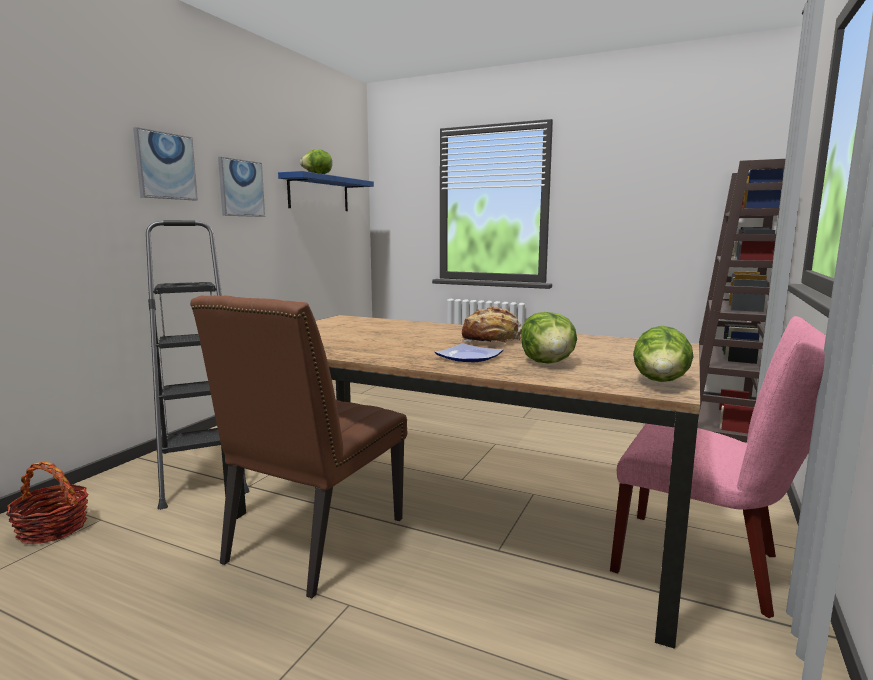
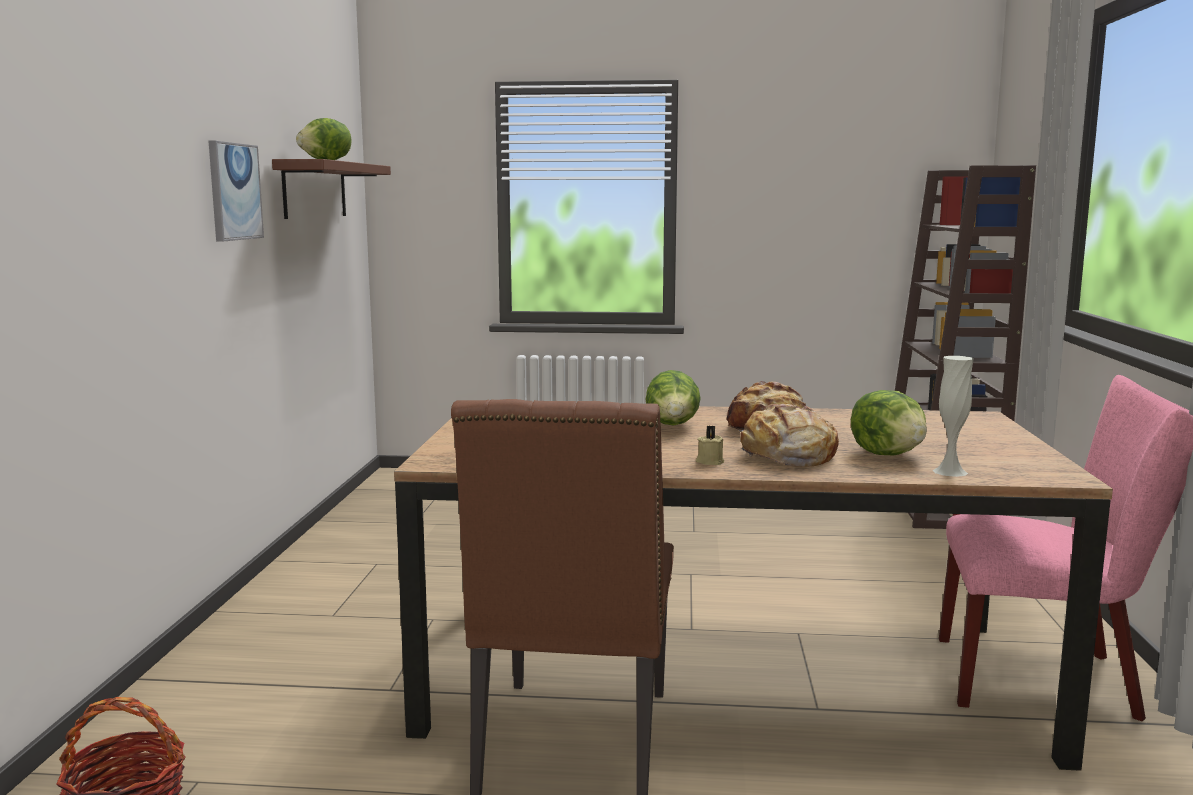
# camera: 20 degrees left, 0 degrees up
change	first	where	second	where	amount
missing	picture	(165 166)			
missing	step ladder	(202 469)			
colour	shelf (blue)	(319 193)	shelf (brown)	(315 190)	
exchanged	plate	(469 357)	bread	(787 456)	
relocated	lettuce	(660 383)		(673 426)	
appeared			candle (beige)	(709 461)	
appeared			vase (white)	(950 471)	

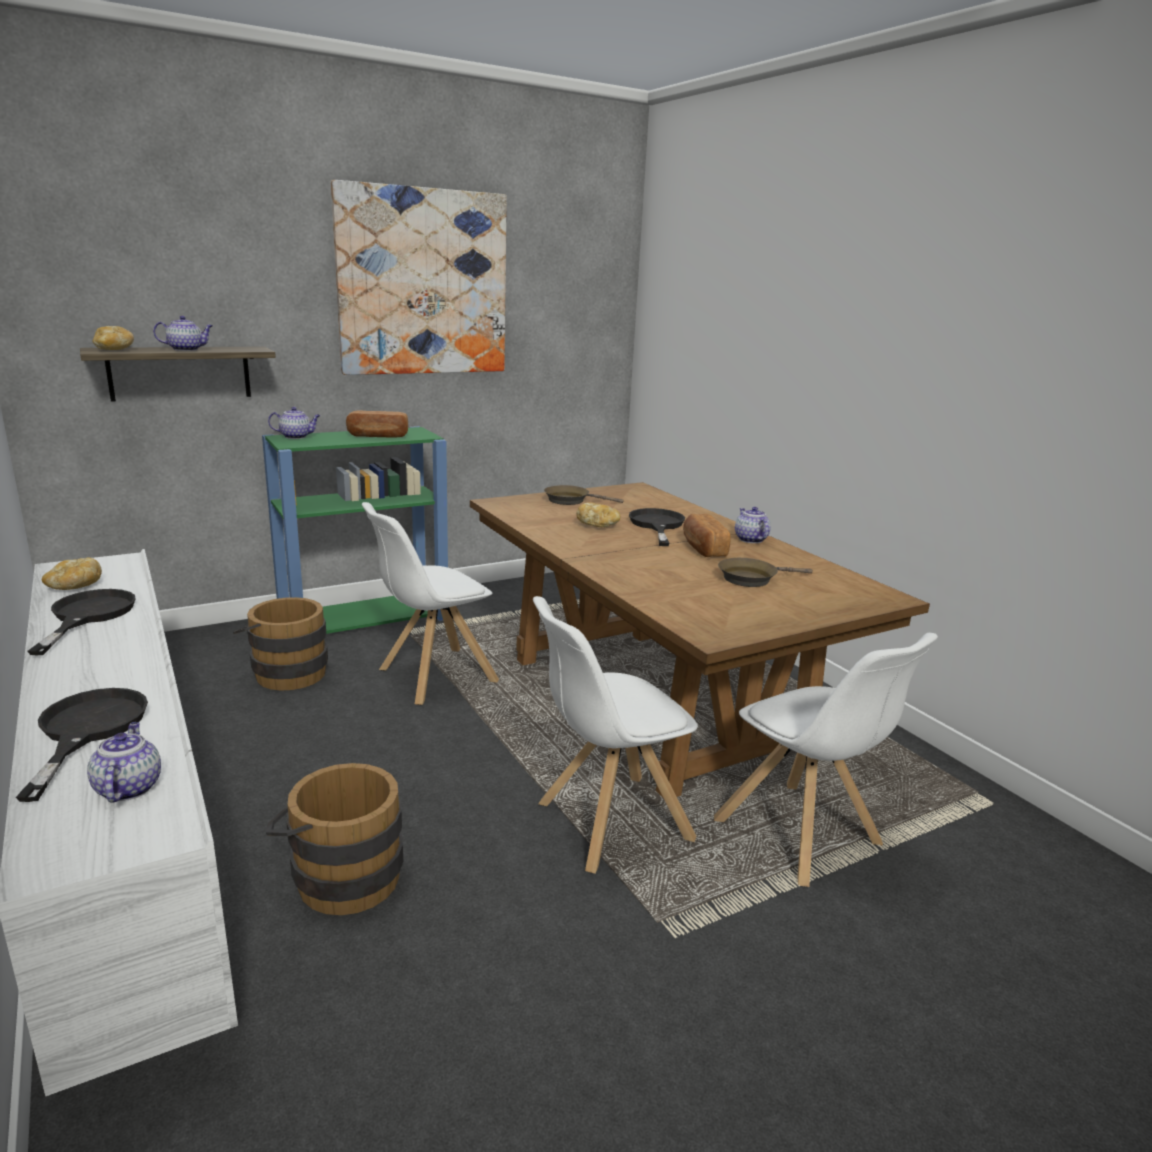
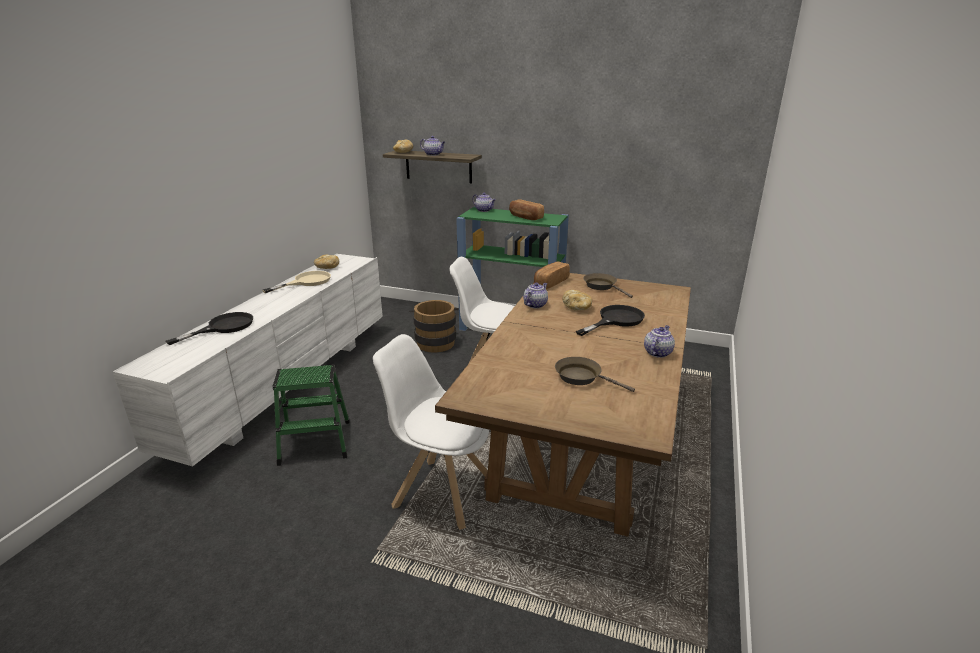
# camera: 50 degrees right, 5 degrees up
change	first	where	second	where	amount
colour	frying pan (black)	(87 616)	frying pan (beige)	(306 282)	
relocated	teapot	(128 788)		(535 305)	
exchanged	bucket (brown)	(341 875)	step ladder (green)	(315 441)	
missing	picture	(423 283)			
relocated	bread	(703 548)		(550 283)	
missing	chair (white)	(803 836)			

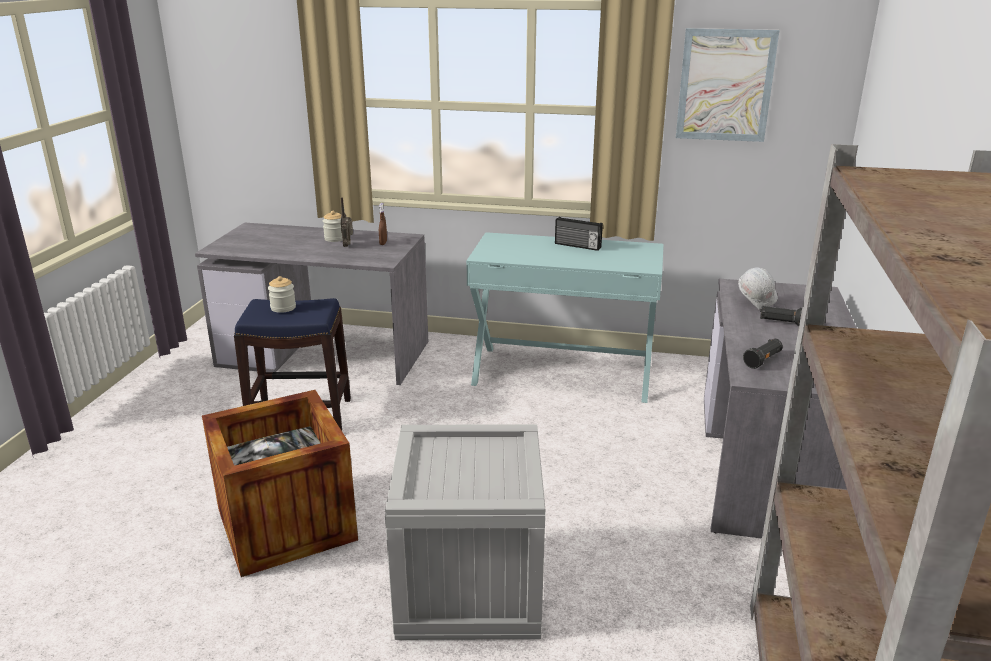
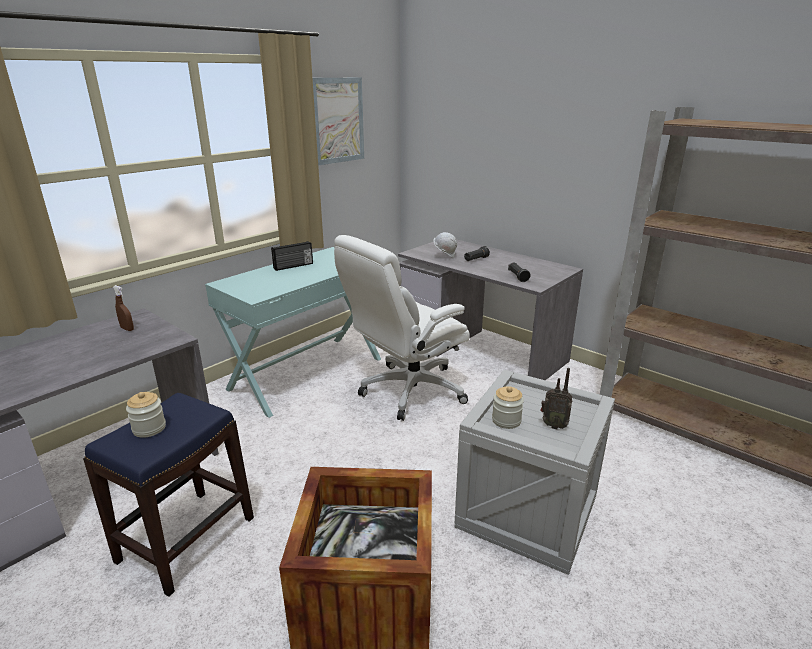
# camera: 60 degrees left, 0 degrees up
change	first	where	second	where	amount
relocated	jar	(335 238)		(506 420)	
relocated	radio	(348 245)		(553 425)	
appeared			office chair (white)	(406 392)	

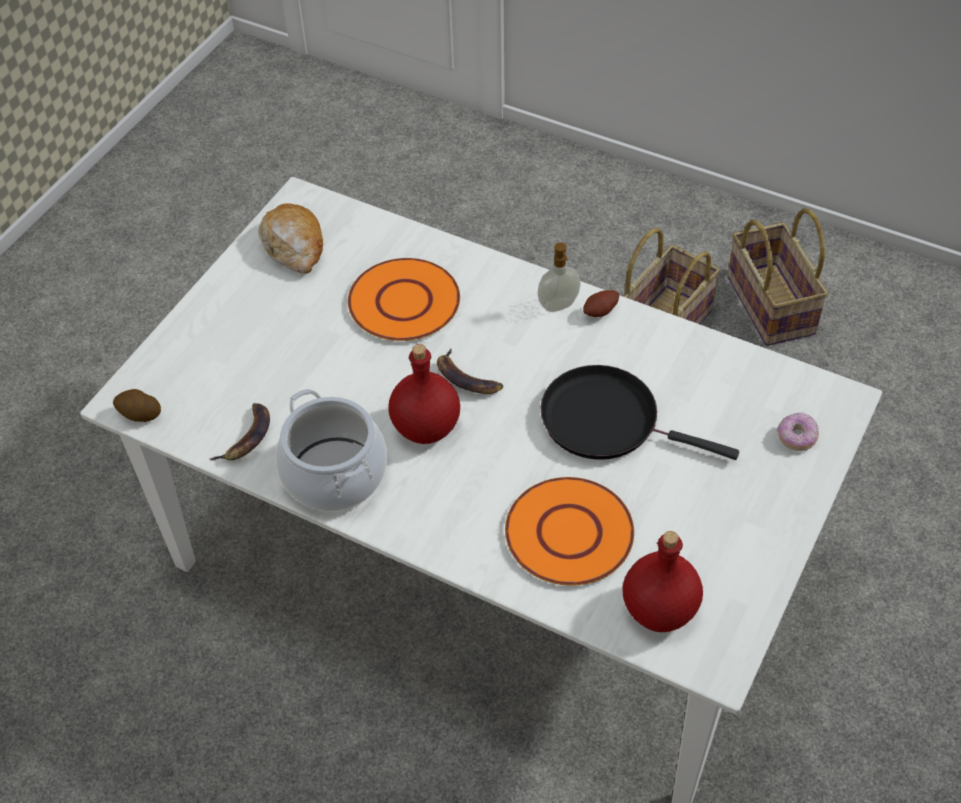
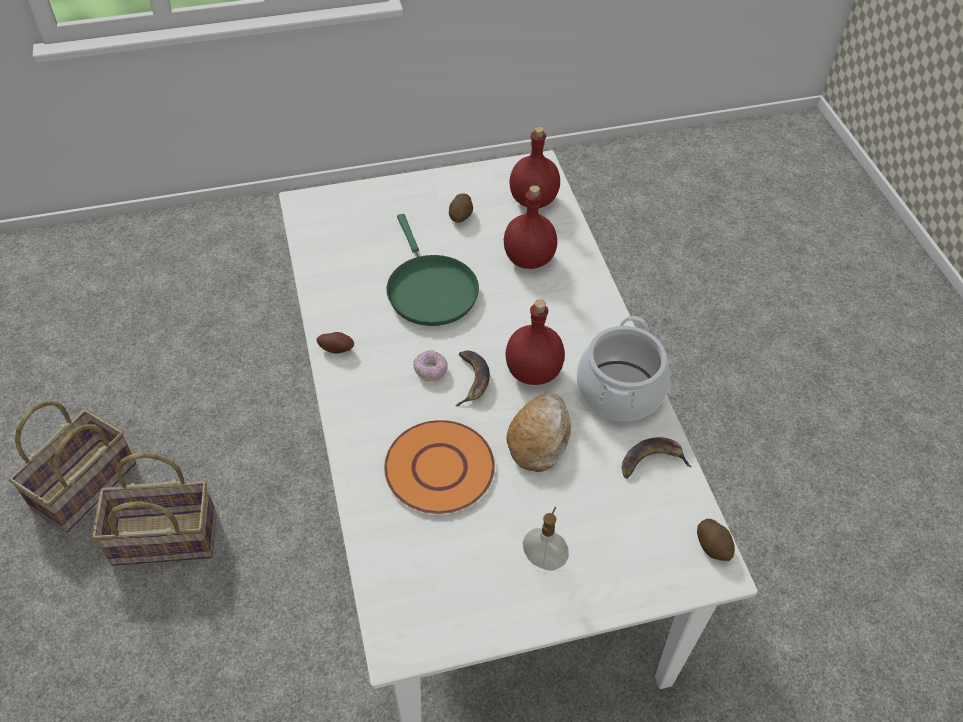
# camera: 135 degrees left, 0 degrees up
change	first	where	second	where	amount
relocated	bread	(294 247)		(539 438)	
exchanged	plate (orange)	(568 533)	bottle (red)	(530 259)	
relocated	soap dispenser	(559 306)		(544 560)	
colour	frying pan (black)	(607 420)	frying pan (green)	(430 290)	
relocated	donut	(796 437)		(431 371)	
appeared			potato	(461 216)	

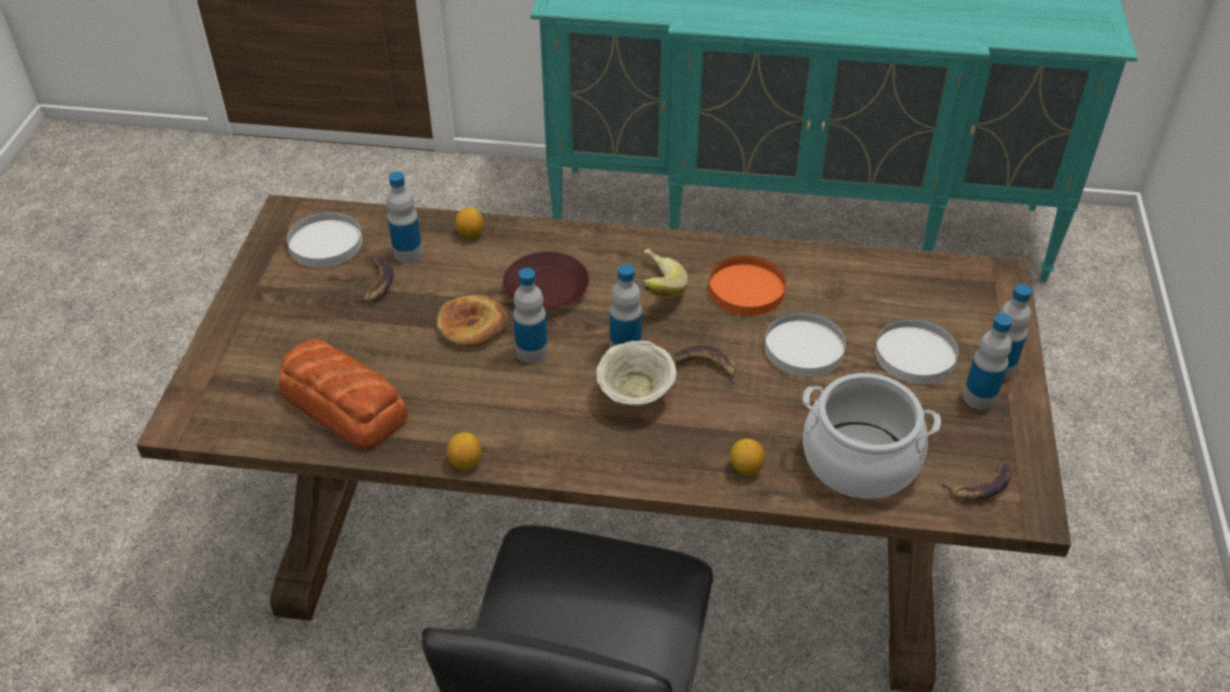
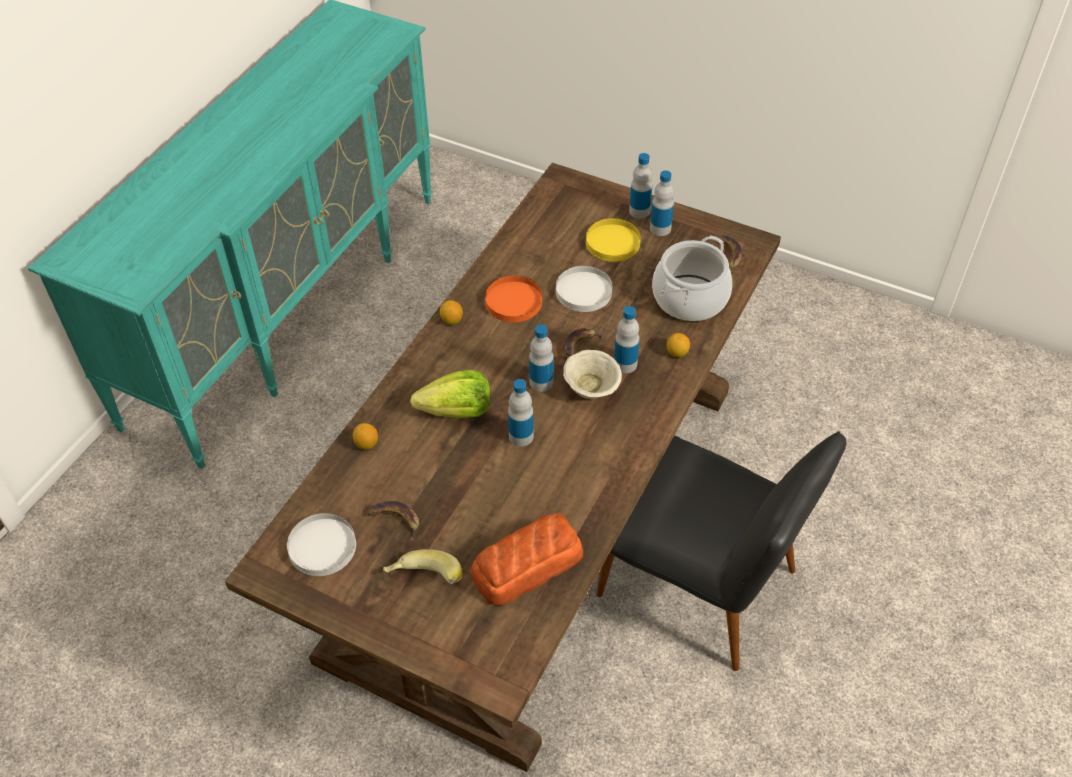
# camera: 70 degrees left, 5 degrees up
change	first	where	second	where	amount
relocated	bottle	(408 253)		(625 364)	
missing	bread	(472 325)			
relocated	lemon	(465 462)		(451 320)	
exchanged	plate (brown)	(546 289)	lettuce	(457 411)	
relocated	banana	(654 289)		(424 582)	
colour	plate (white)	(915 355)	plate (yellow)	(613 243)	

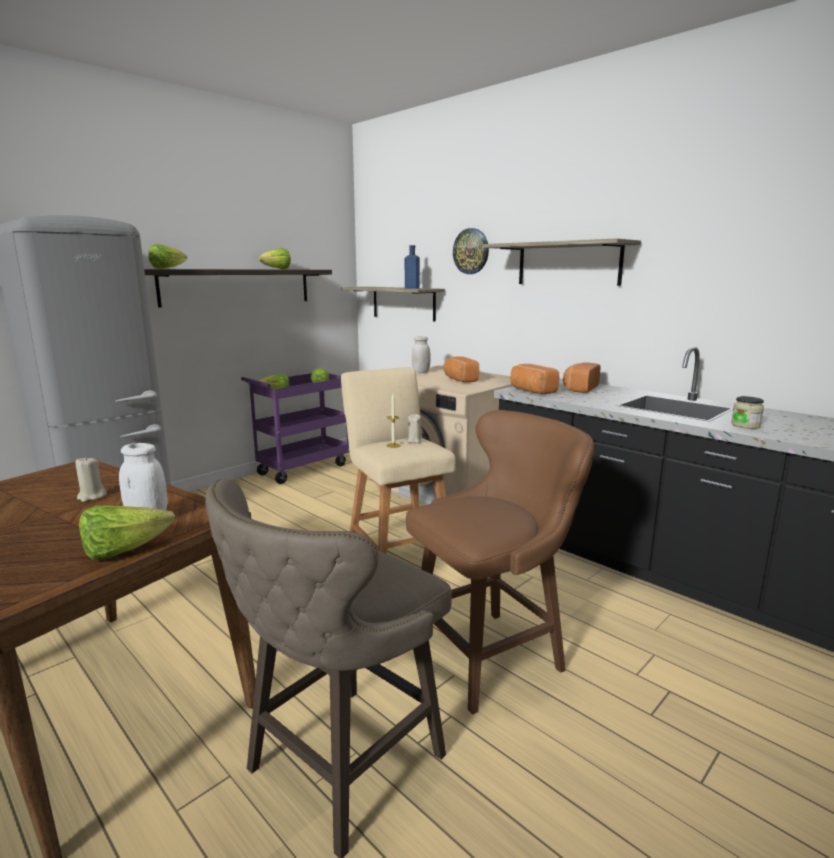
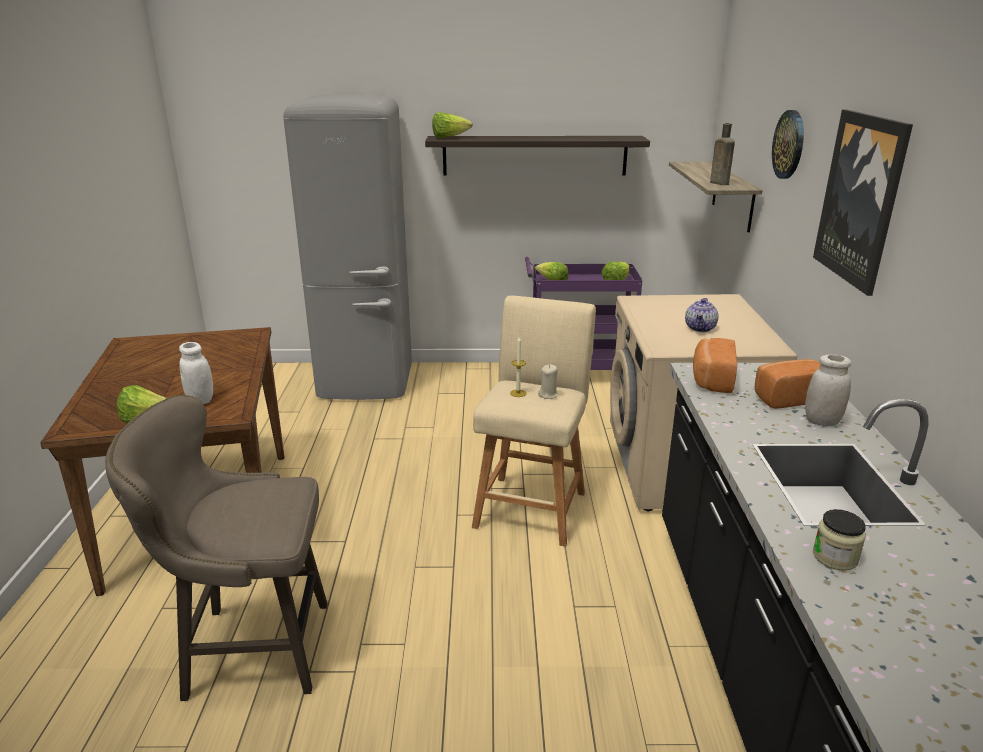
# camera: 45 degrees right, 10 degrees up
change	first	where	second	where	amount
missing	candle (beige)	(92 496)			
missing	lettuce	(276 269)			
colour	bottle (blue)	(411 288)	bottle (brown)	(718 183)	
missing	stool (brown)	(492 655)			
relocated	jar (white)	(421 372)		(822 421)	
exchanged	bread	(459 379)	teapot	(700 328)	
exchanged	shelf	(568 264)	picture	(861 199)	

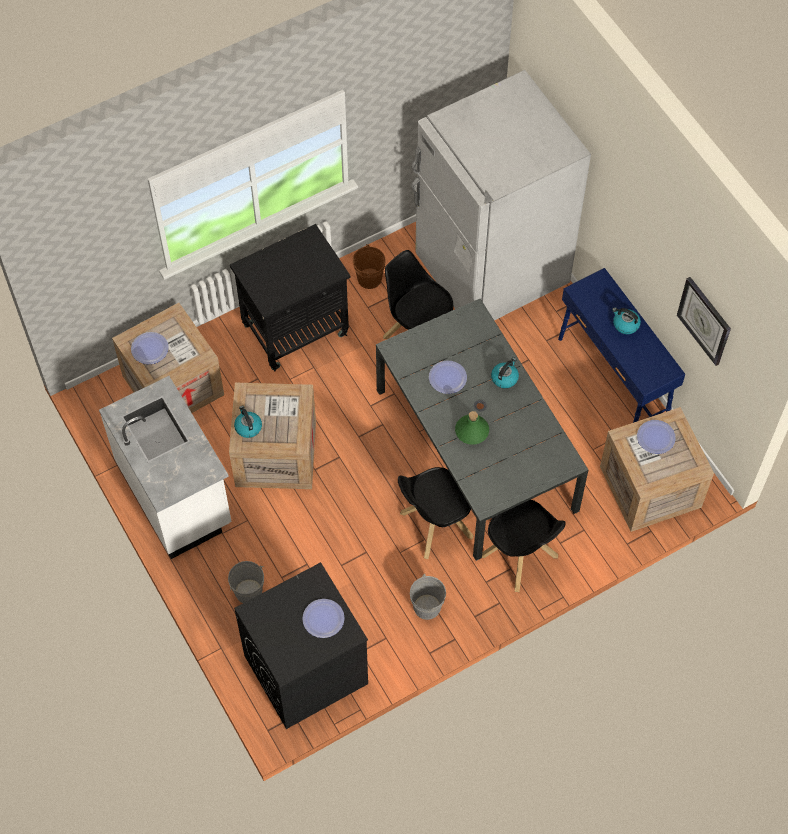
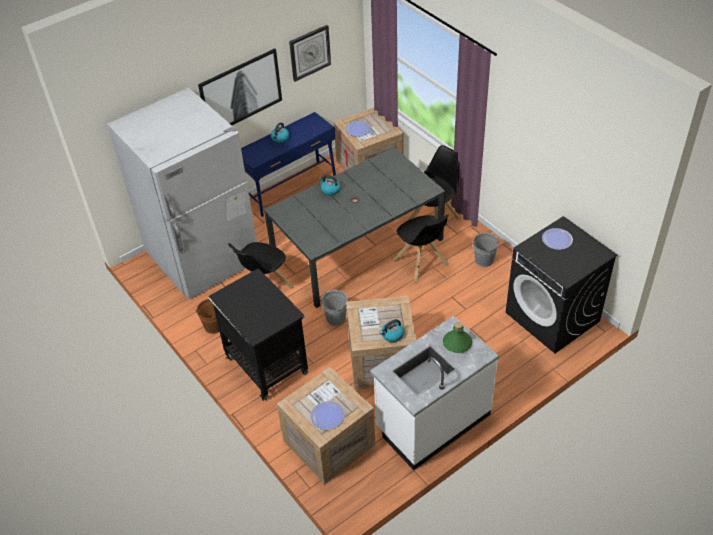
# camera: 95 degrees left, 15 degrees down
change	first	where	second	where	amount
relocated	bucket (grey)	(248 592)		(336 318)	
missing	plate	(447 378)			
relocated	bottle (green)	(471 431)		(457 343)	
appeared			picture	(240 91)	

